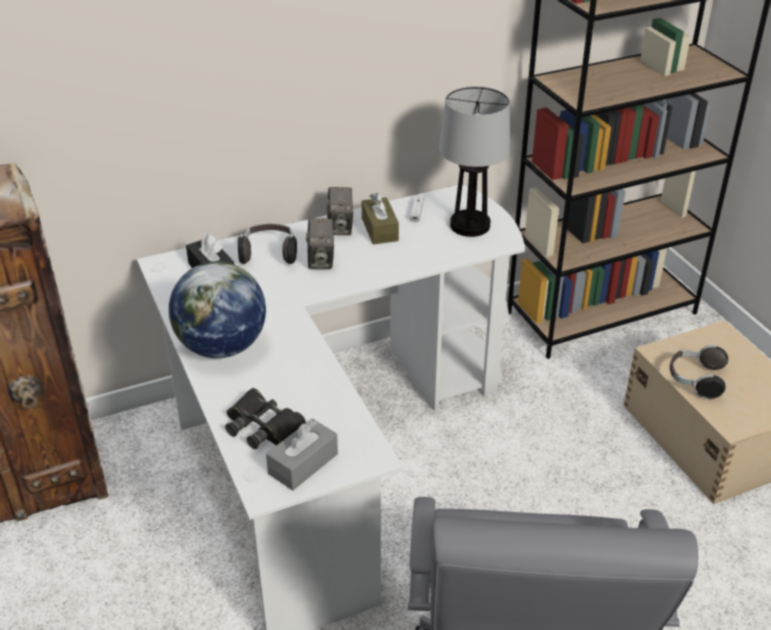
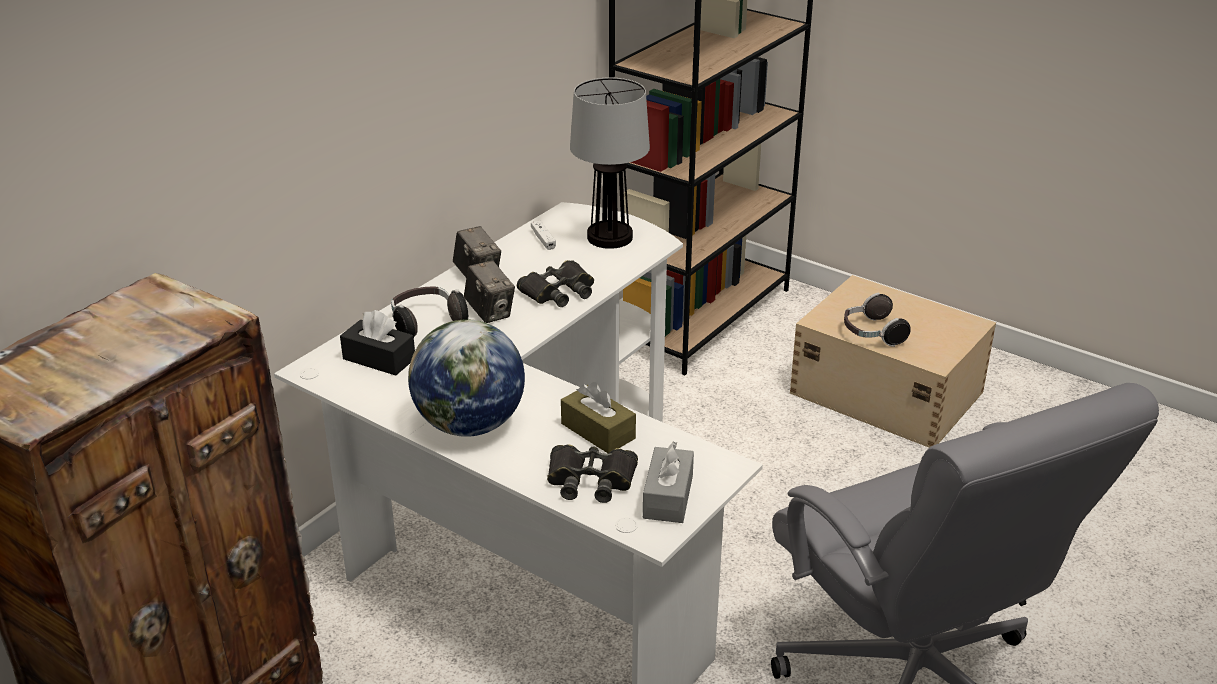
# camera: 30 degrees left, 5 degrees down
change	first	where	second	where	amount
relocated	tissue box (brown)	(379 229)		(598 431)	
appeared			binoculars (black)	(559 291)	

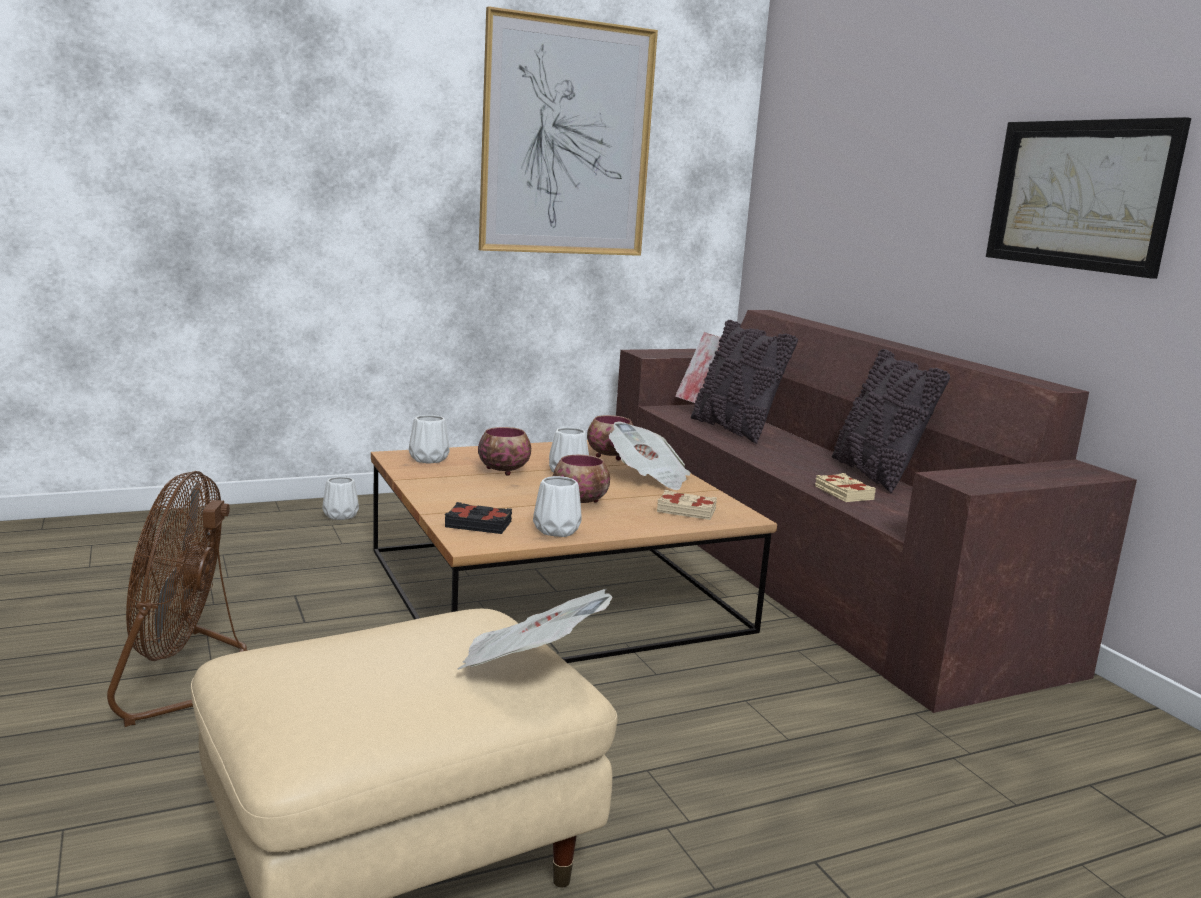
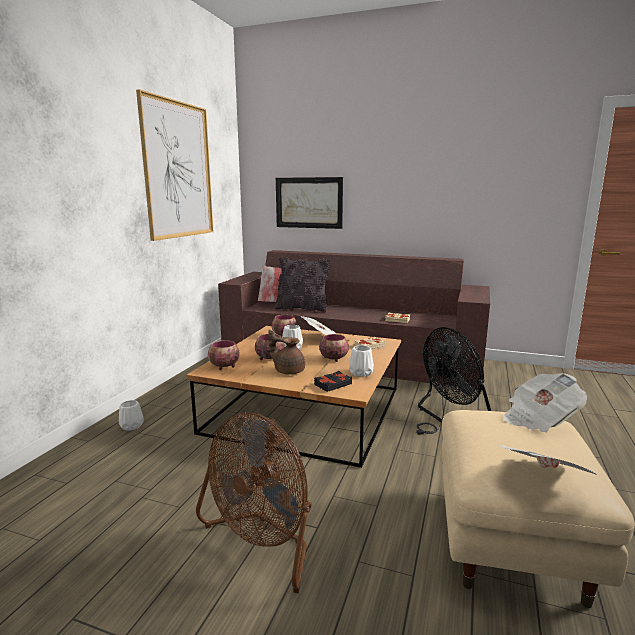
# camera: 45 degrees left, 0 degrees up
change	first	where	second	where	amount
exchanged	vase (white)	(427 459)	bowl	(224 366)	
missing	pillow (black)	(876 475)			
relocated	picture	(1080 195)		(309 202)	
appeared			teapot (brown)	(288 370)	
appeared			fan (black)	(443 415)	
appeared			newspaper	(543 480)	

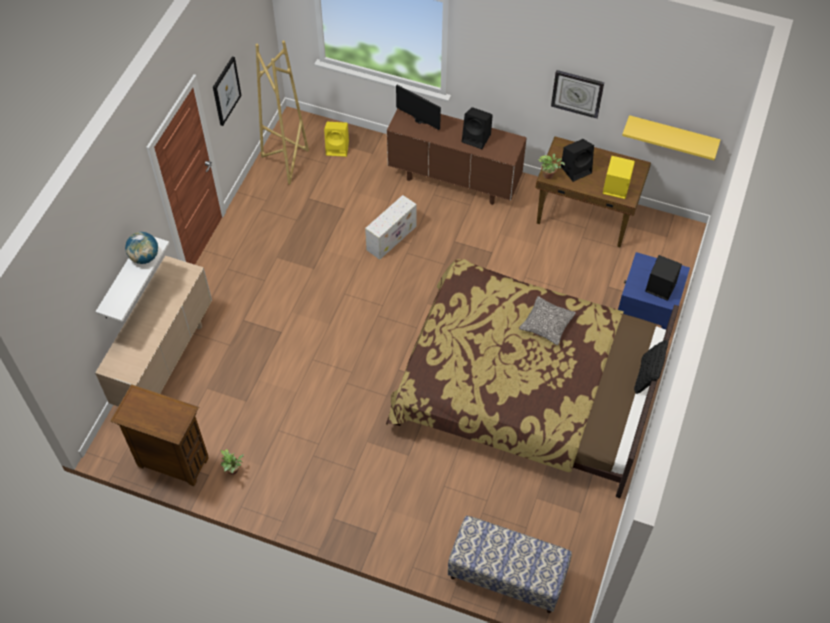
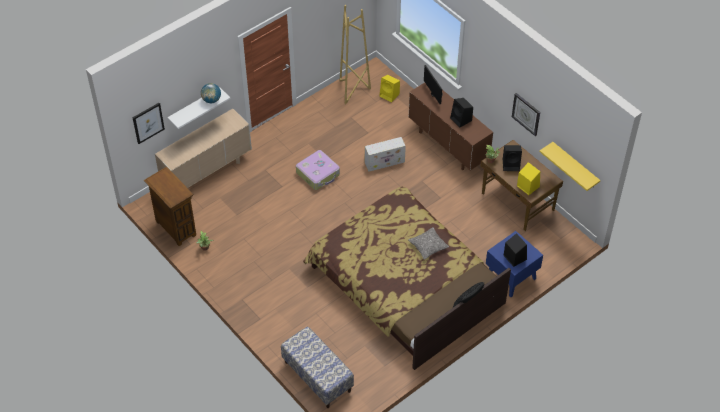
# camera: 30 degrees right, 5 degrees down
change	first	where	second	where	amount
relocated	picture	(226 91)		(148 122)	
appeared			suitcase	(318 174)	

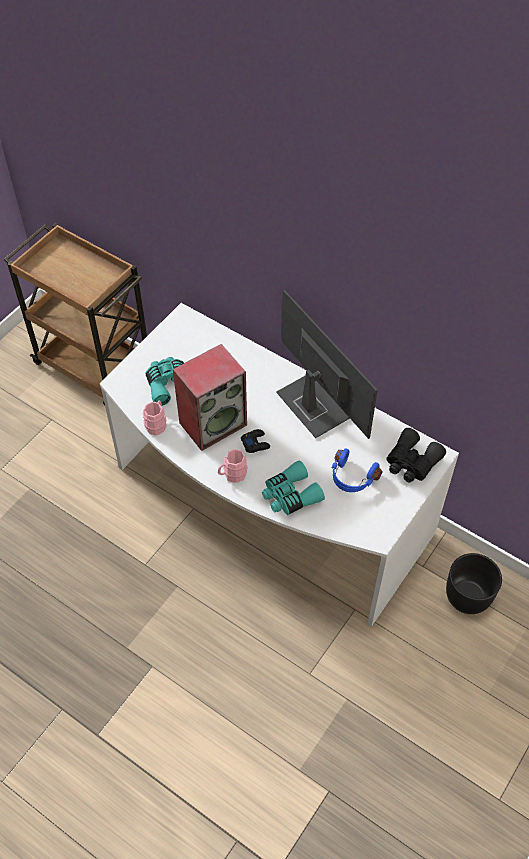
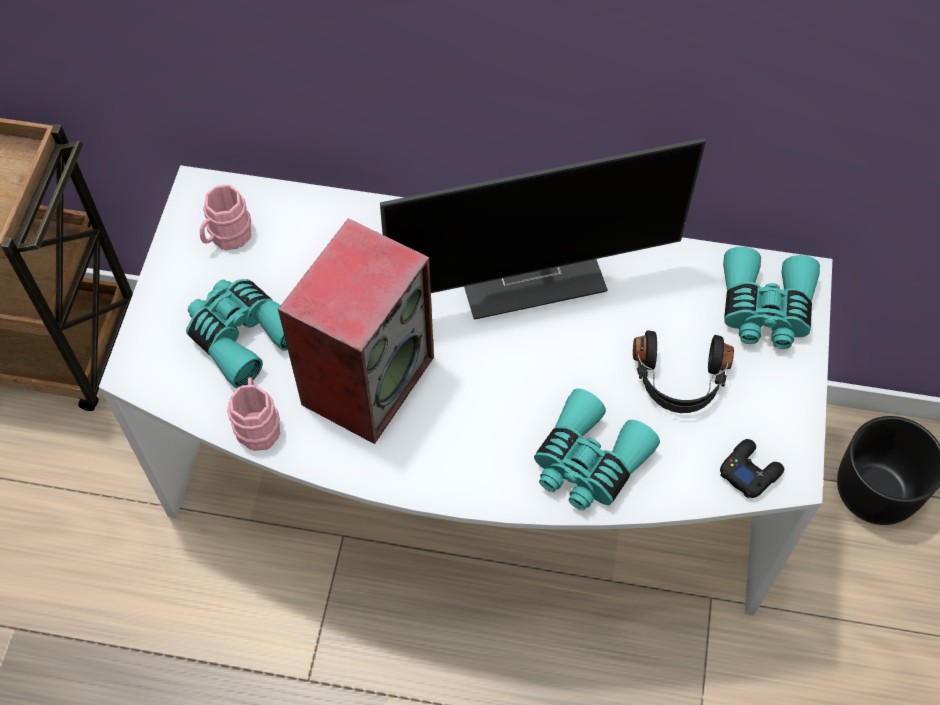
# camera: 25 degrees left, 5 degrees up
change	first	where	second	where	amount
relocated	mug (pink)	(232 474)		(227 237)	
relocated	game controller (black)	(255 443)		(750 471)	
spun	monitor	(312 405)		(531 270)	135 degrees clockwise
colour	headphones (blue)	(352 477)	headphones (black)	(679 381)	
colour	binoculars (black)	(411 462)	binoculars (turquoise)	(765 309)	

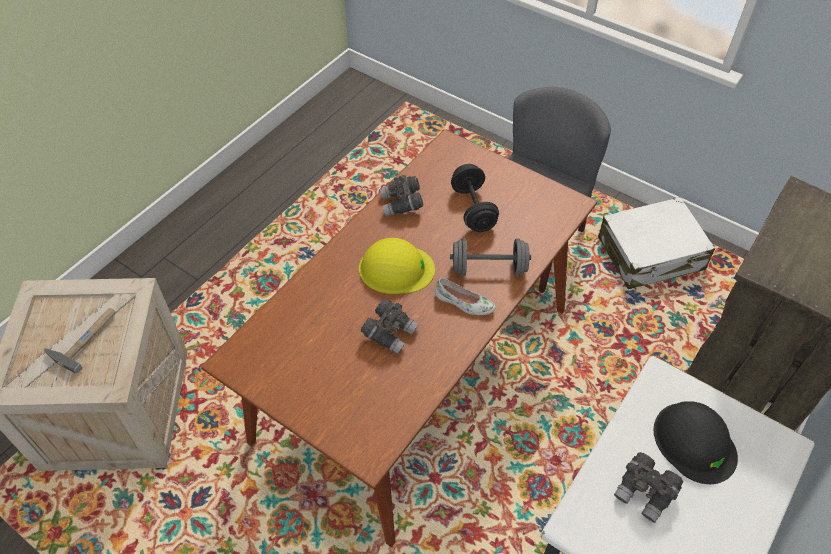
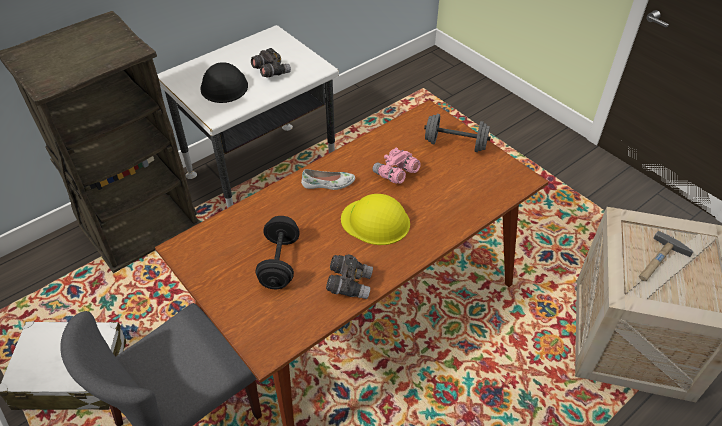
# camera: 165 degrees left, 5 degrees down
change	first	where	second	where	amount
colour	binoculars (grey)	(390 333)	binoculars (pink)	(395 175)	
spun	shoe (white)	(464 303)		(328 184)	135 degrees clockwise
relocated	dumbbell (grey)	(489 268)		(455 144)	

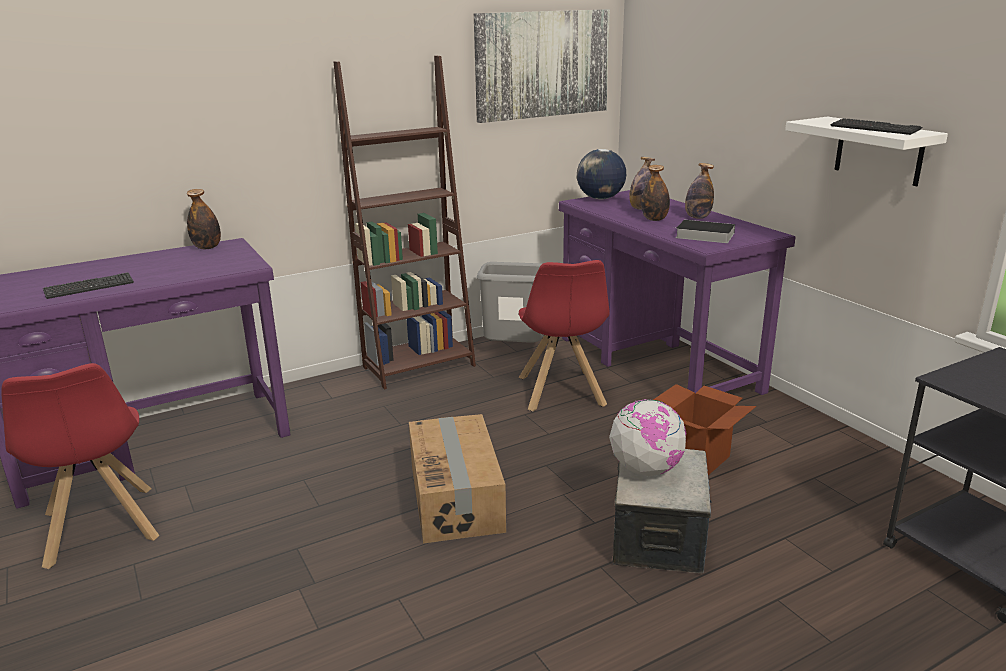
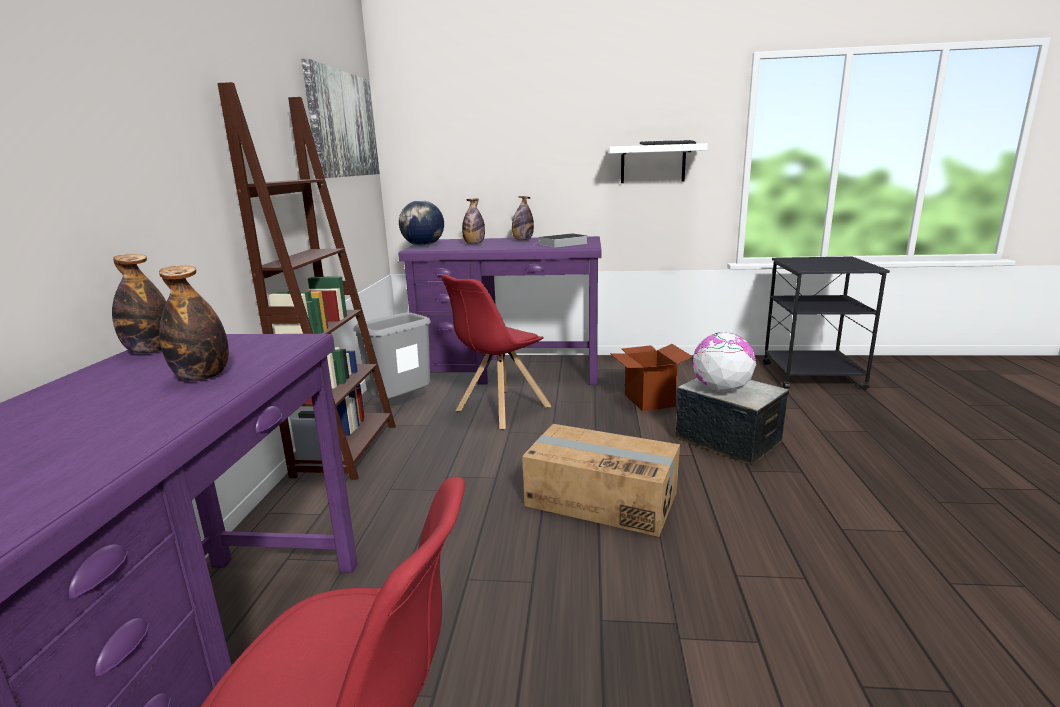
# camera: 55 degrees left, 5 degrees down
change	first	where	second	where	amount
missing	keyboard	(89 287)			
spun	chair (red)	(562 393)		(500 410)	105 degrees clockwise
relocated	bottle	(654 219)		(202 376)	

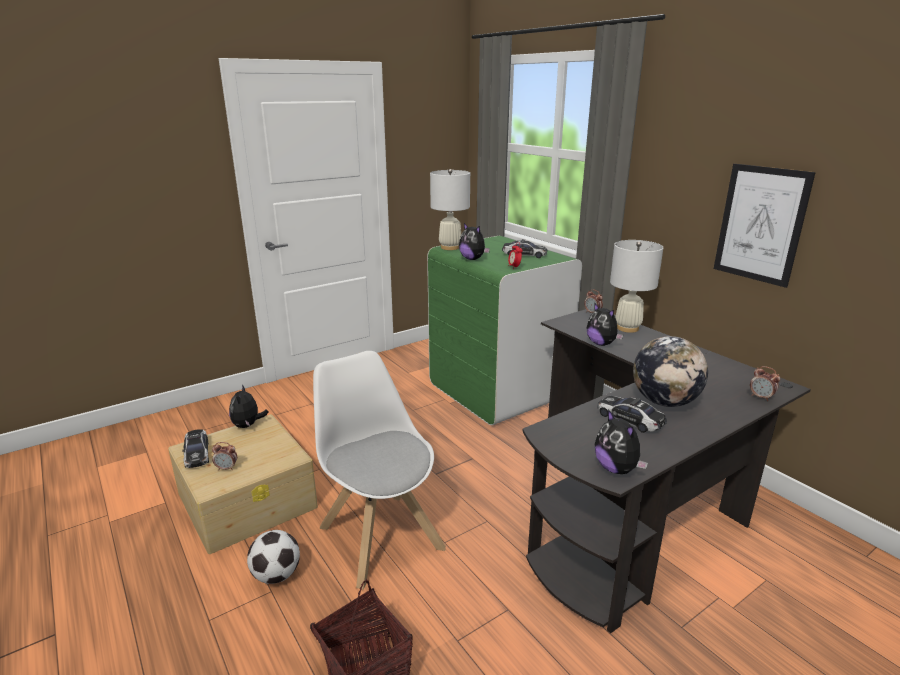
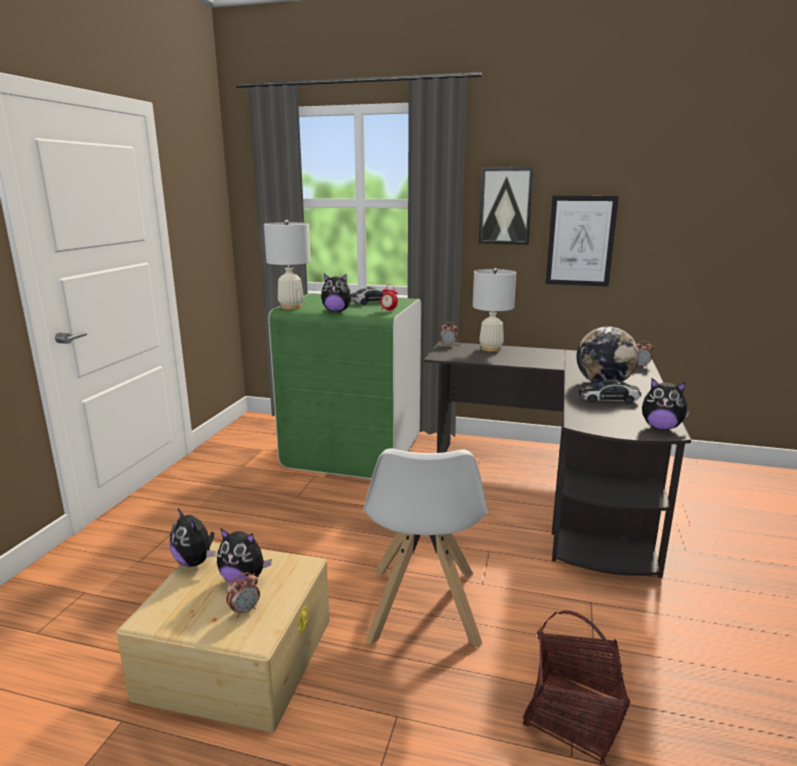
# camera: 40 degrees left, 5 degrees down
change	first	where	second	where	amount
missing	toy car	(197 454)			
missing	football	(276 575)			
spun	chair	(379 534)		(423 608)	105 degrees counterclockwise
relocated	plush toy	(601 344)		(244 579)	
appeared			picture	(505 206)	

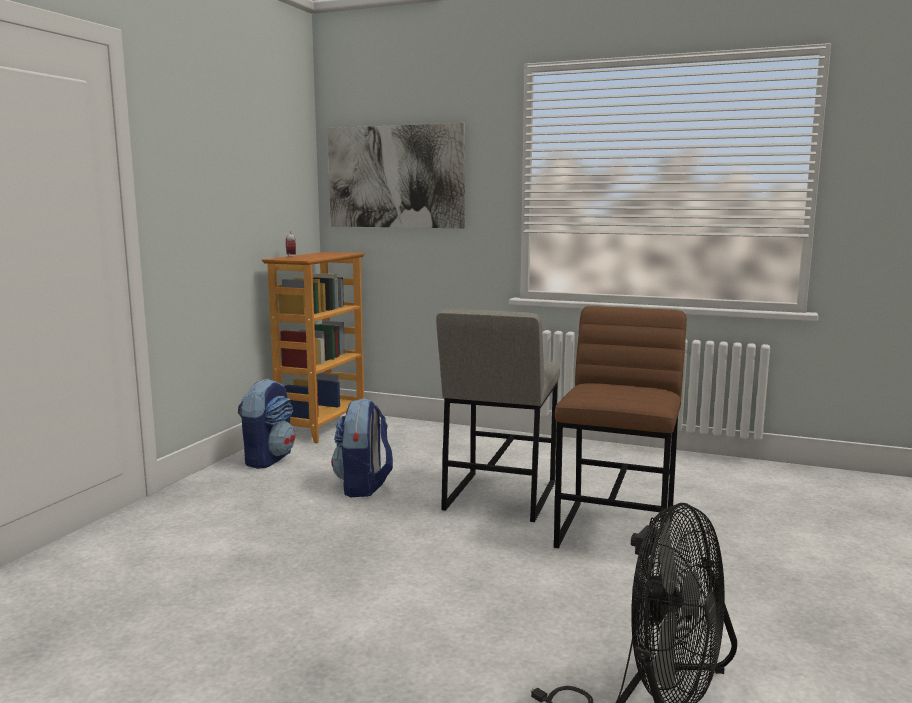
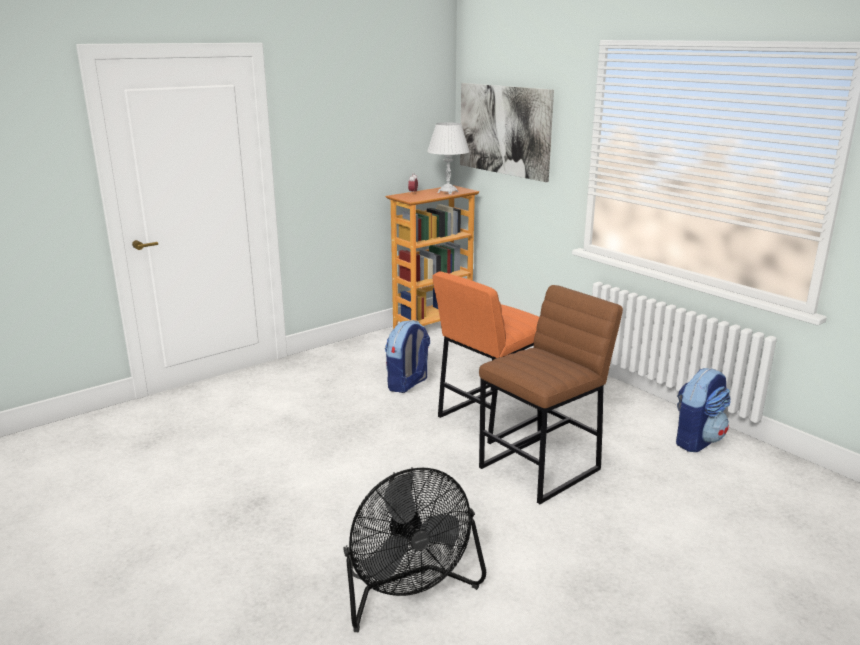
# camera: 30 degrees right, 10 degrees up
change	first	where	second	where	amount
relocated	backpack	(268 459)		(697 440)	
colour	chair (grey)	(499 497)	chair (orange)	(489 417)	
appeared			table lamp (white)	(448 192)	

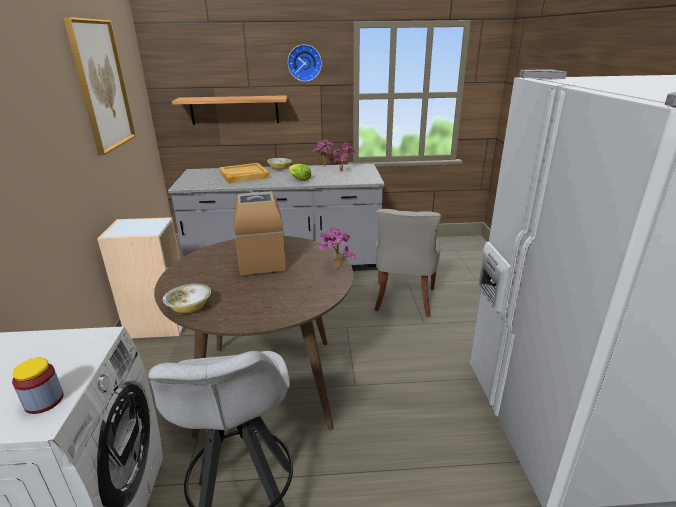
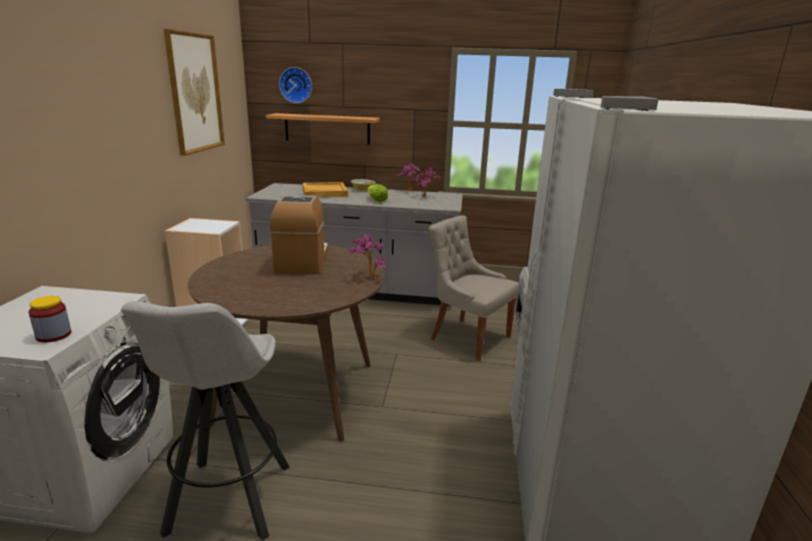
# camera: 10 degrees right, 5 degrees down
change	first	where	second	where	amount
missing	bowl	(189 308)			
relocated	wall clock	(304 63)		(296 85)	
spun	chair (grey)	(403 300)		(468 337)	105 degrees clockwise

